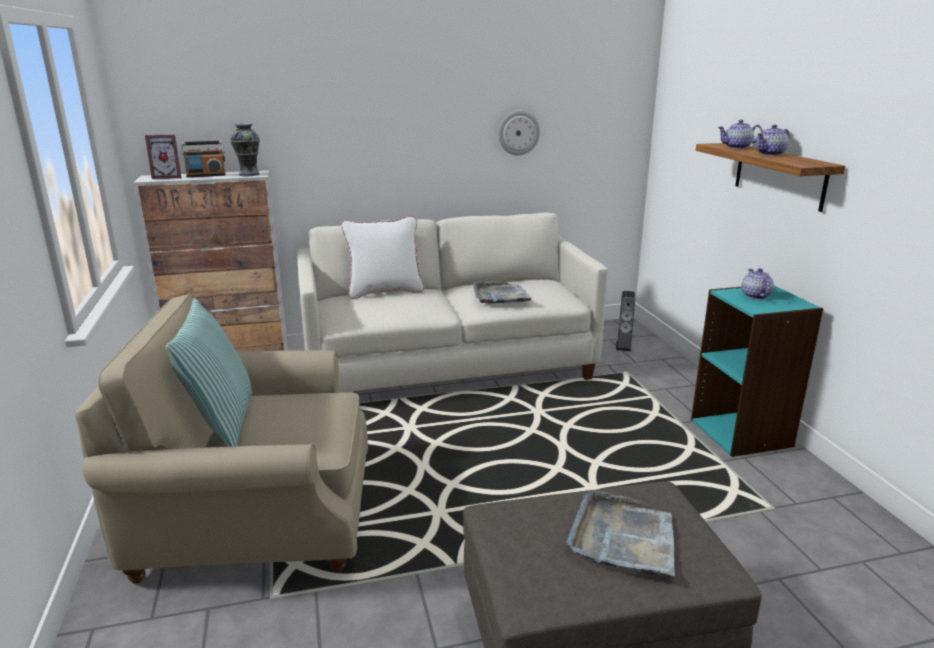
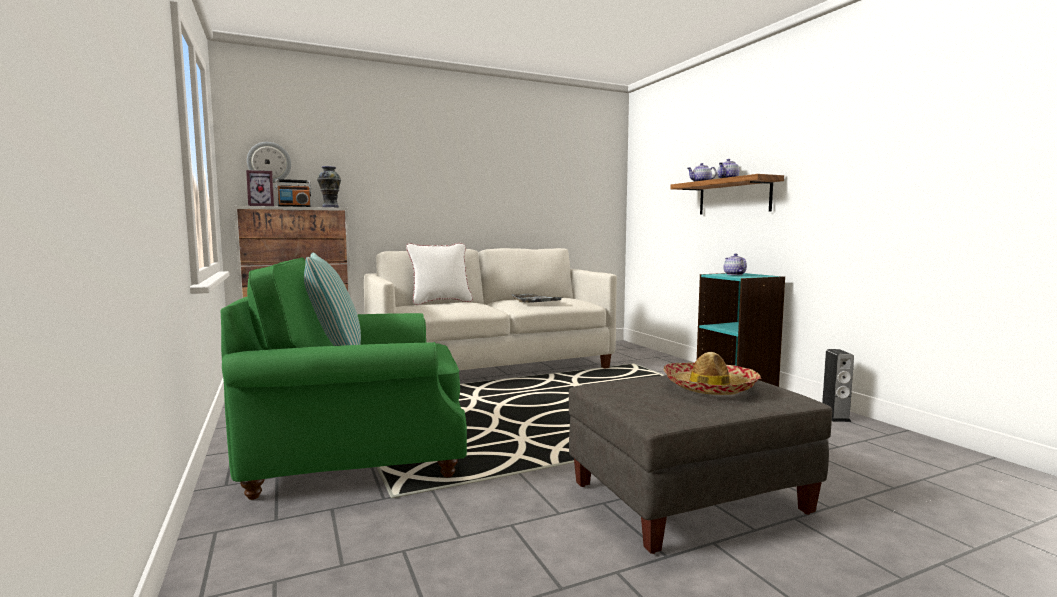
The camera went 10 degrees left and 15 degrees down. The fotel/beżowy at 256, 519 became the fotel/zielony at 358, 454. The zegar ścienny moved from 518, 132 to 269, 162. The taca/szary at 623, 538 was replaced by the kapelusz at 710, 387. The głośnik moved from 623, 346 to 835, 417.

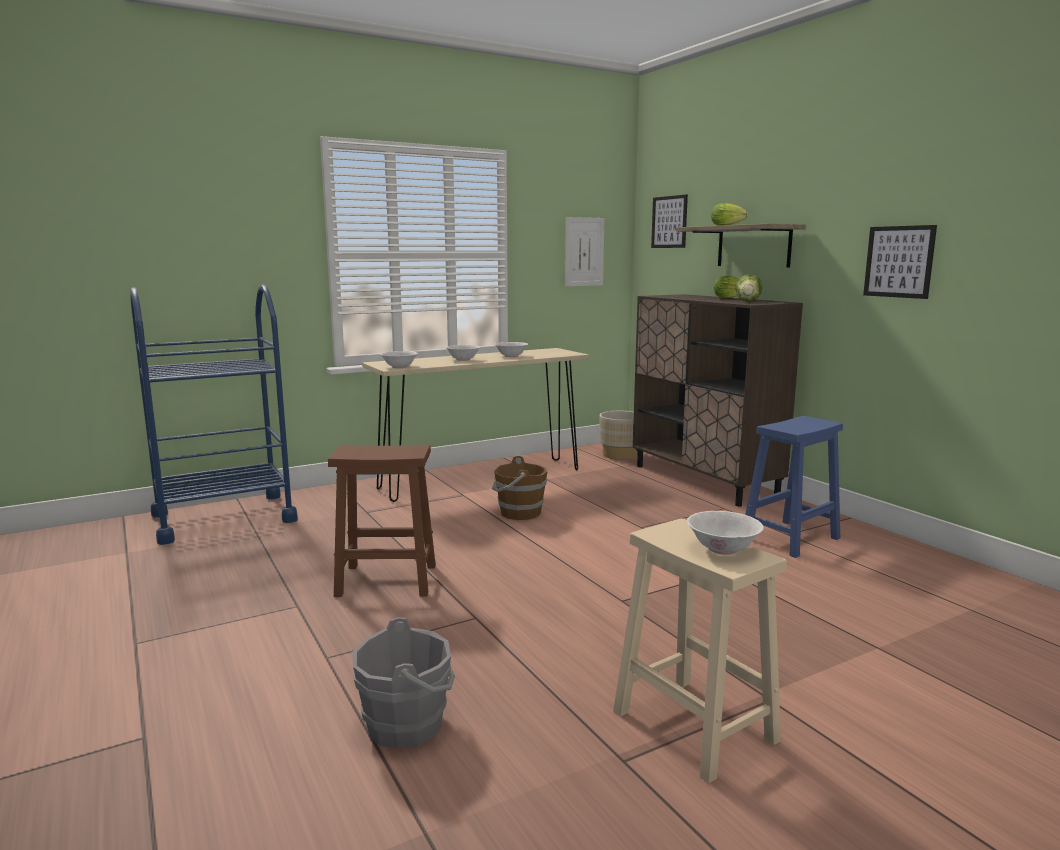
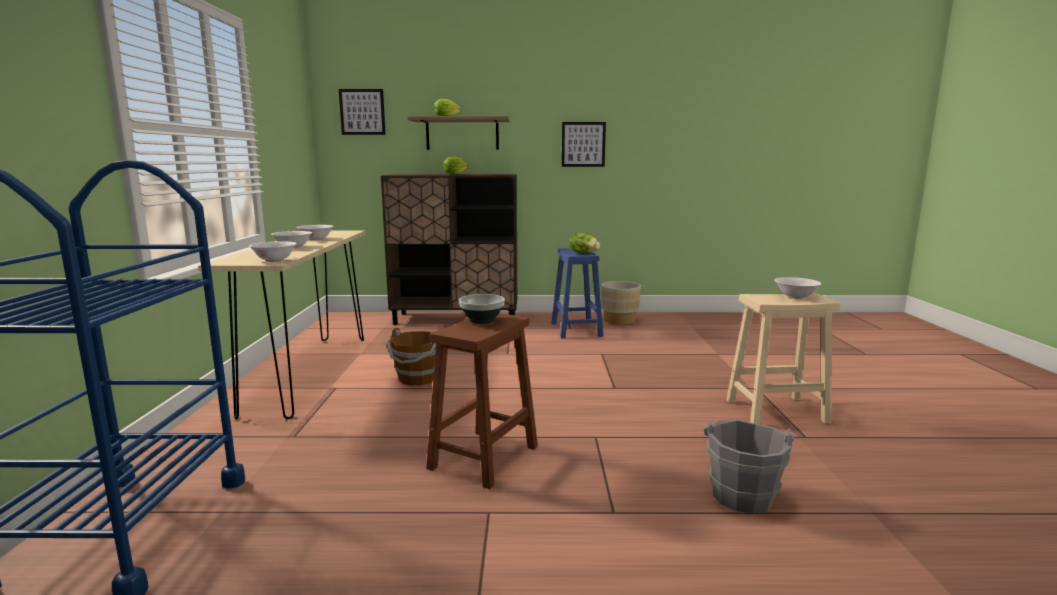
The camera went 60 degrees left and 0 degrees up. The miska at 481, 320 appeared. The sałata moved from 748, 301 to 584, 253. The donica/beżowy moved from 620, 455 to 619, 320. The obraz at 584, 252 disappeared.

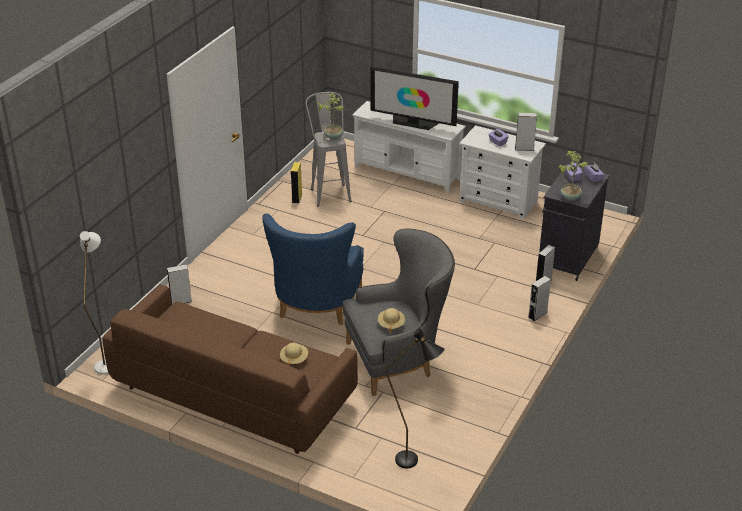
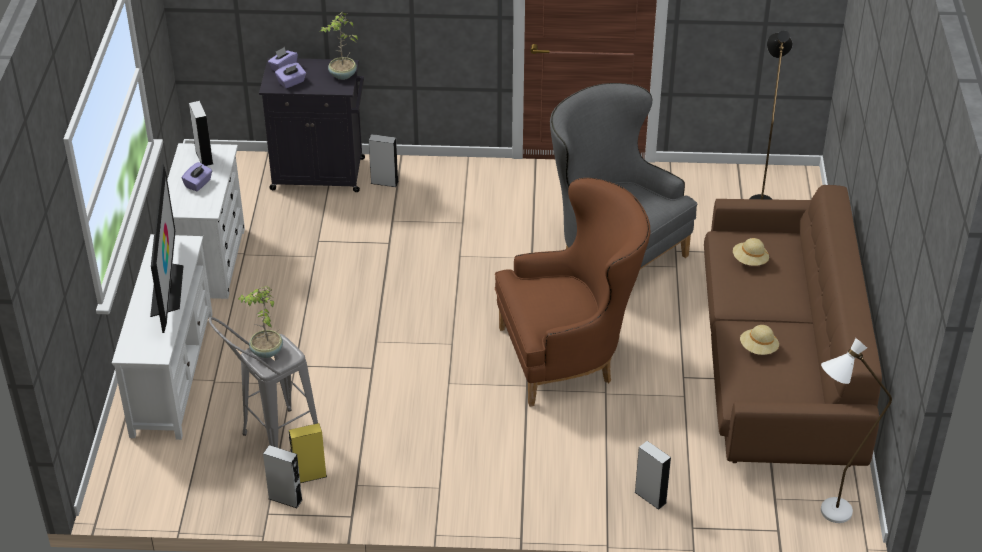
The camera went 115 degrees left and 5 degrees up. The głośnik/szary moved from 537, 314 to 285, 499. The fotel/niebieski at 315, 308 became the fotel/brązowy at 569, 356. The kapelusz/beżowy moved from 391, 324 to 758, 349.

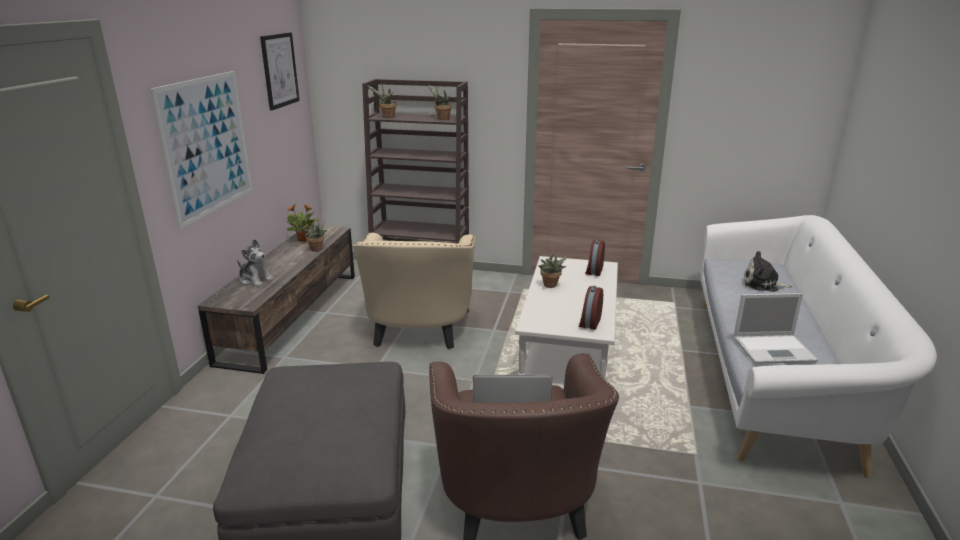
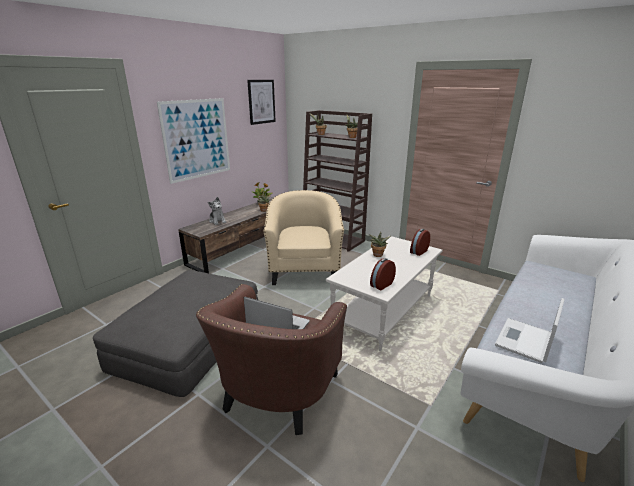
The camera went 25 degrees right and 0 degrees up. The fotel/beżowy at 417, 331 turned 150 degrees clockwise. The laptop at 775, 349 turned 105 degrees clockwise. The pluszak at 763, 284 disappeared.

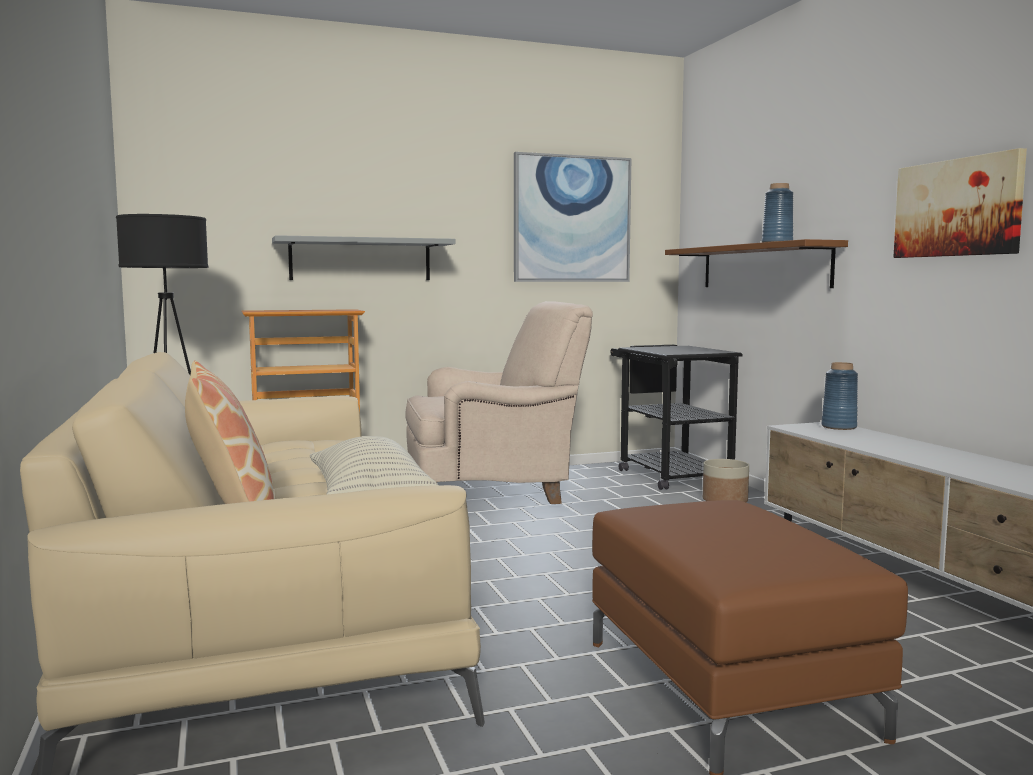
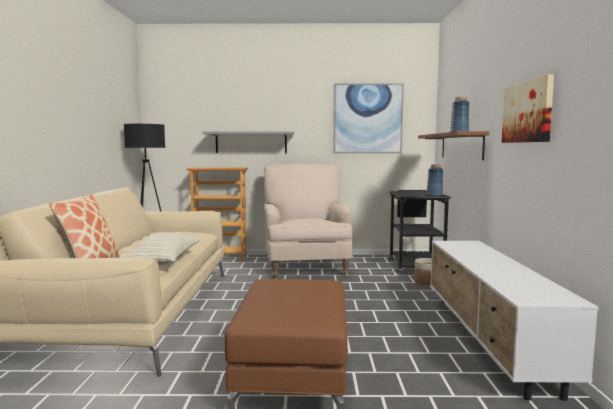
The camera went 20 degrees right and 0 degrees up. The fotel/beżowy at 493, 494 turned 105 degrees counterclockwise. The wazon/niebieski moved from 839, 427 to 434, 195.

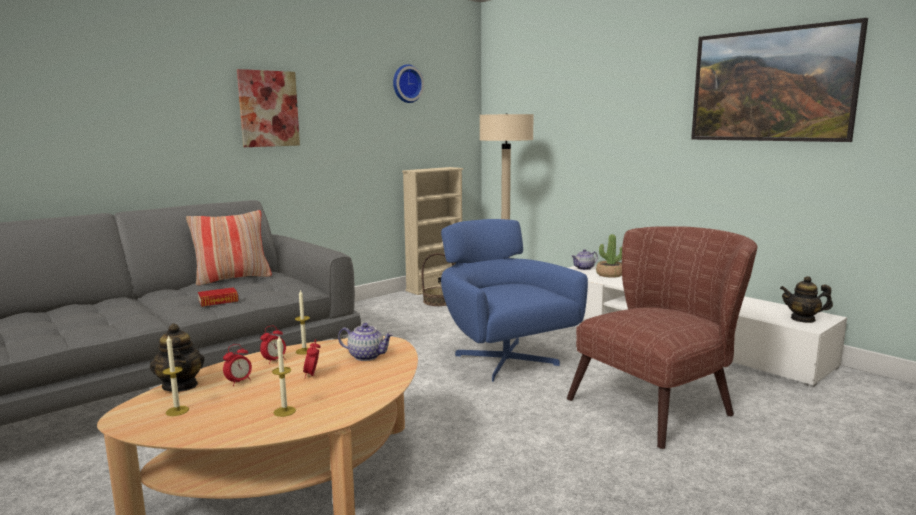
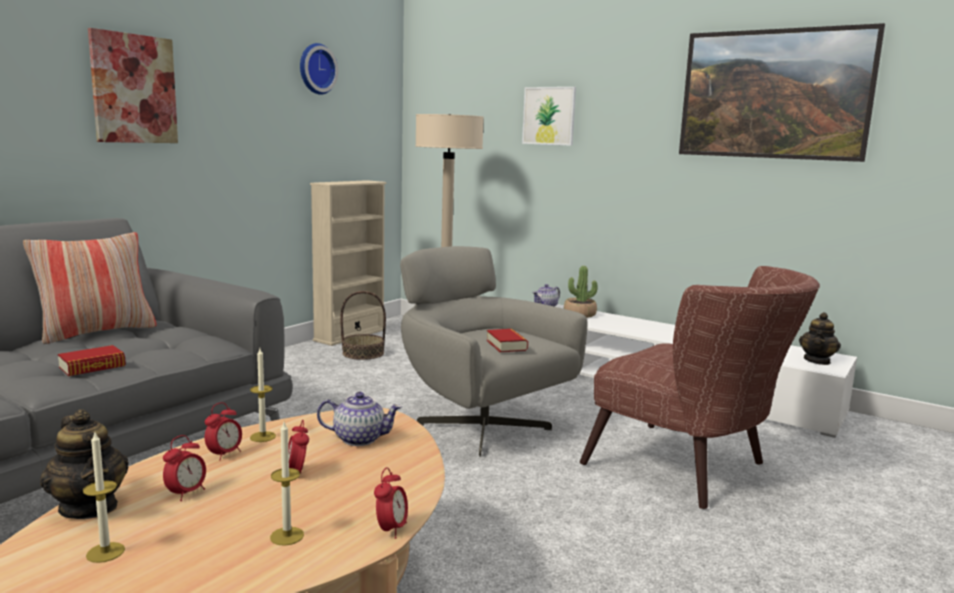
The camera went 15 degrees left and 0 degrees up. The budzik at 391, 529 appeared. The fotel/niebieski at 504, 359 became the fotel/szary at 480, 425. The książka at 506, 345 appeared. The obraz at 549, 116 appeared. The fotel/brązowy at 661, 404 turned 90 degrees clockwise. The imbryk at 803, 319 turned 60 degrees counterclockwise.

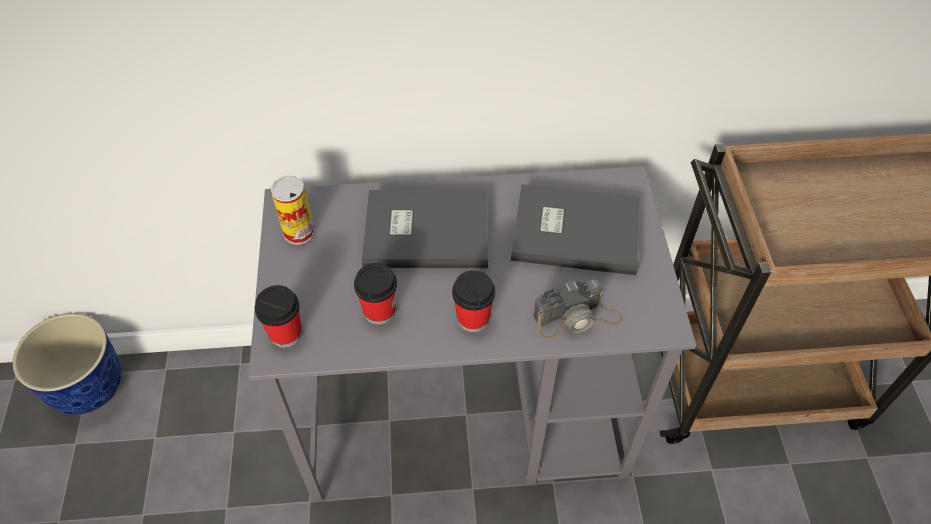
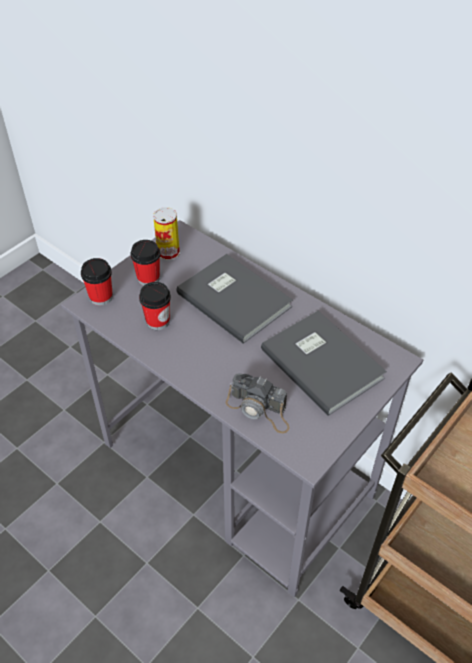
The camera went 45 degrees right and 5 degrees down. The filiżanka moved from 473, 318 to 148, 278. The donica at 89, 387 disappeared.

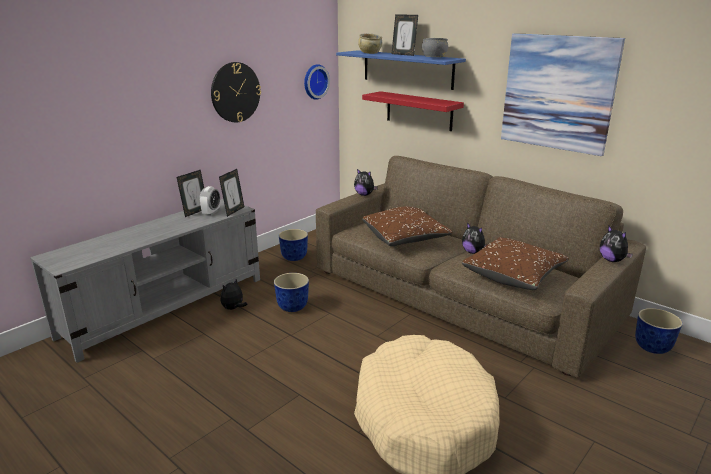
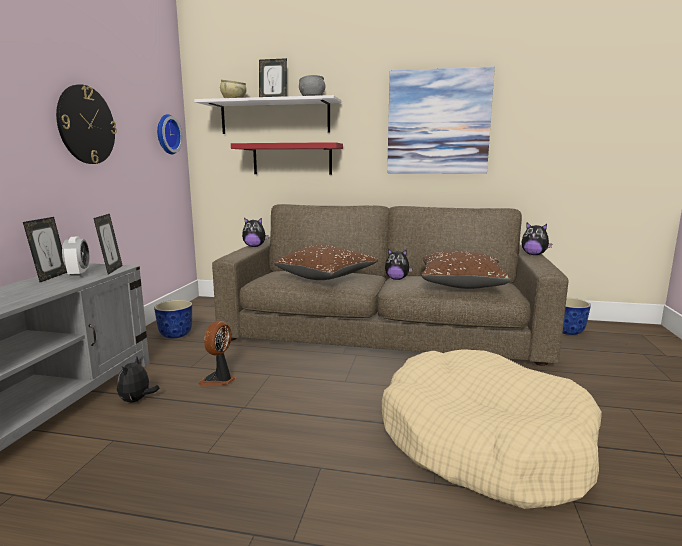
The camera went 30 degrees left and 10 degrees down. The półka/niebieski at 407, 69 became the półka/biały at 274, 117. The donica at 292, 307 was replaced by the wentylator at 219, 380.

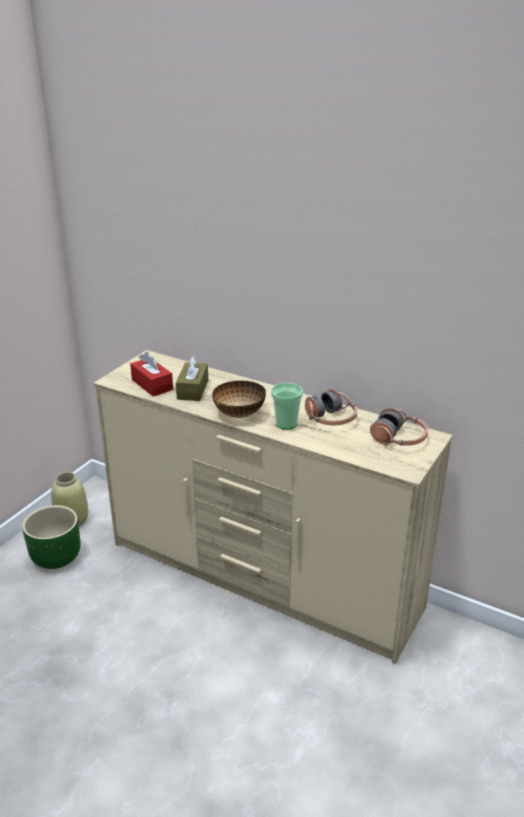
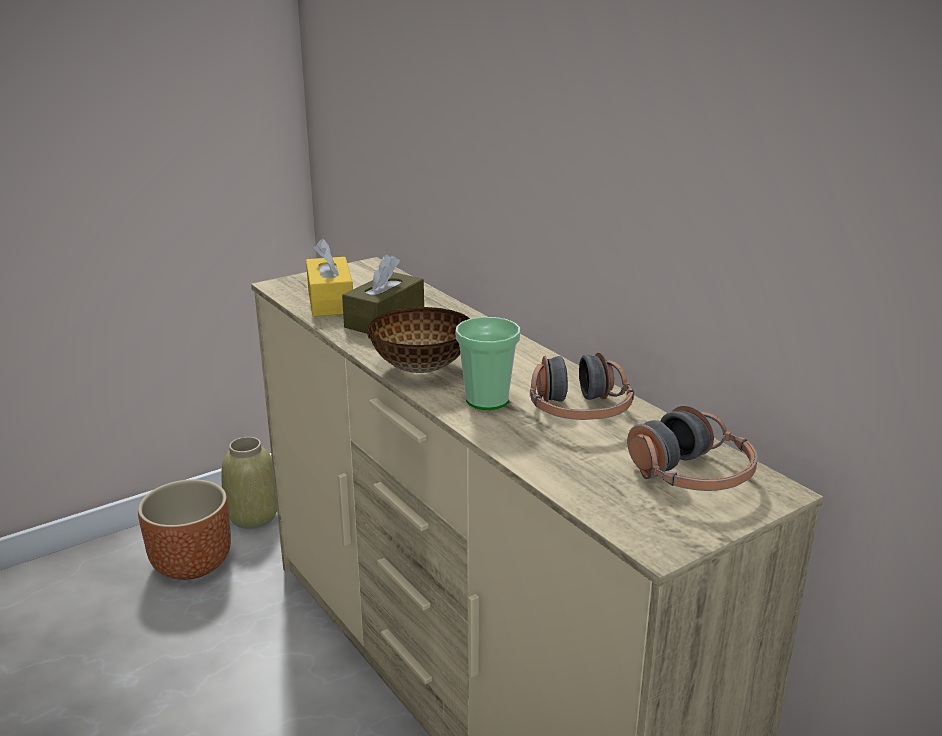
The camera went 25 degrees right and 5 degrees down. The donica/zielony at 57, 557 became the donica/brązowy at 193, 563. The pudełko chusteczek/czerwony at 152, 385 became the pudełko chusteczek/żółty at 330, 301.

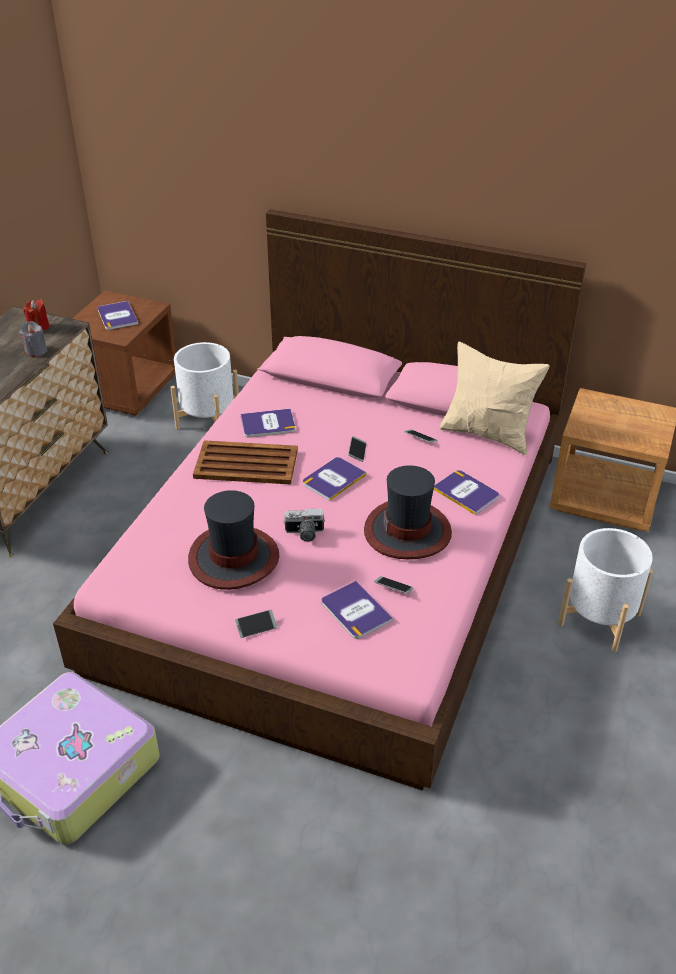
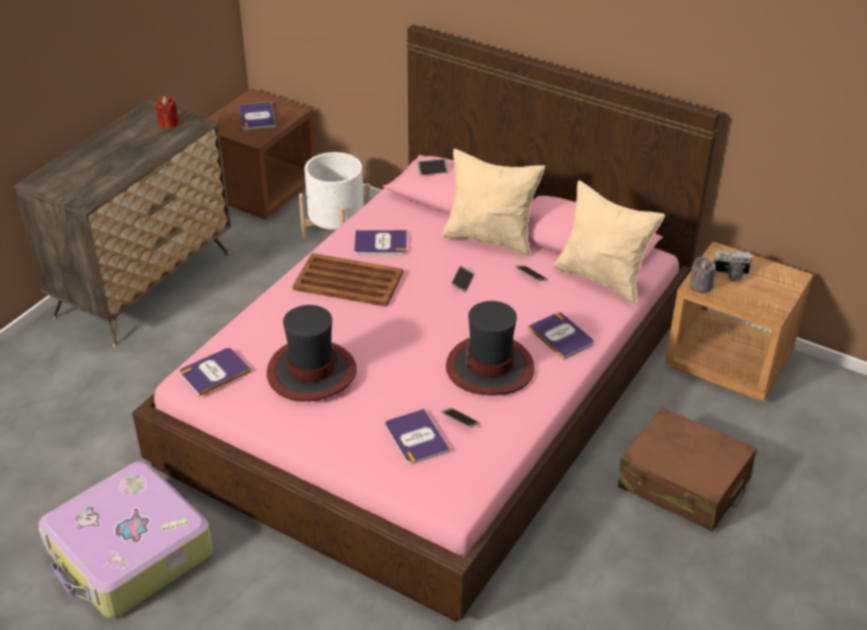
The camera went 10 degrees right and 0 degrees up. The książka moved from 333, 479 to 215, 372. The telefon moved from 256, 626 to 433, 170. The poduszka/beżowy at 490, 239 appeared. The donica/biały at 599, 619 was replaced by the walizka/brązowy at 684, 483. The świeca/szary moved from 36, 351 to 700, 286. The aparat fotograficzny moved from 304, 534 to 730, 274.

